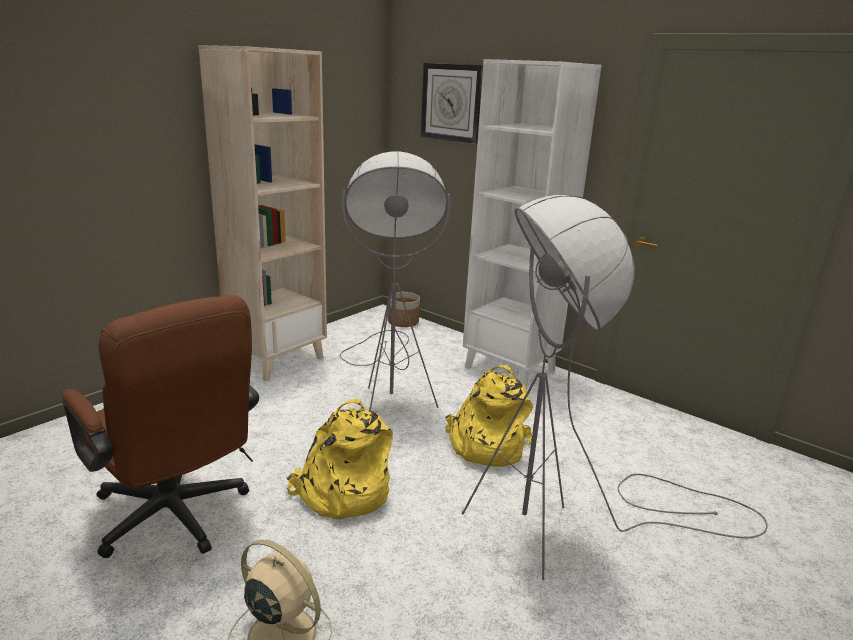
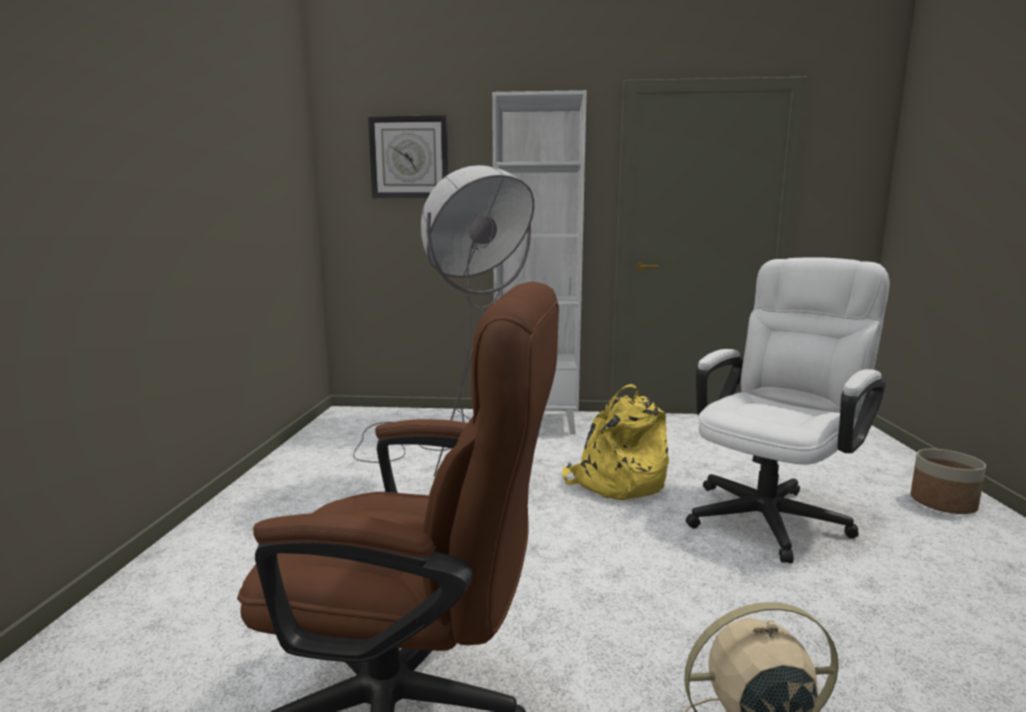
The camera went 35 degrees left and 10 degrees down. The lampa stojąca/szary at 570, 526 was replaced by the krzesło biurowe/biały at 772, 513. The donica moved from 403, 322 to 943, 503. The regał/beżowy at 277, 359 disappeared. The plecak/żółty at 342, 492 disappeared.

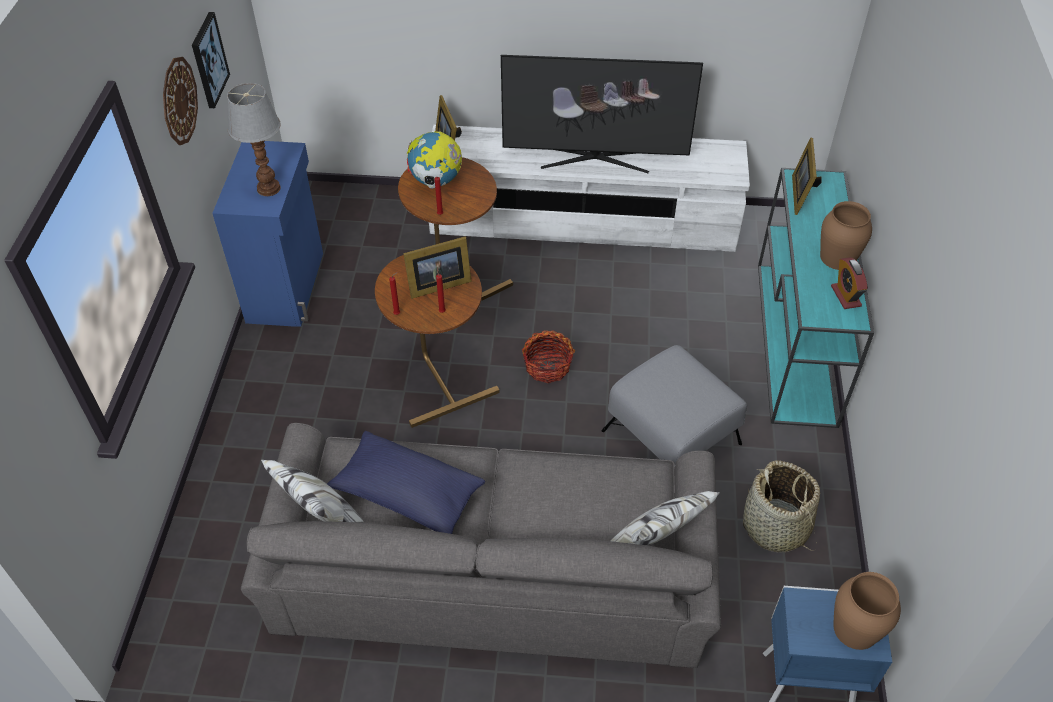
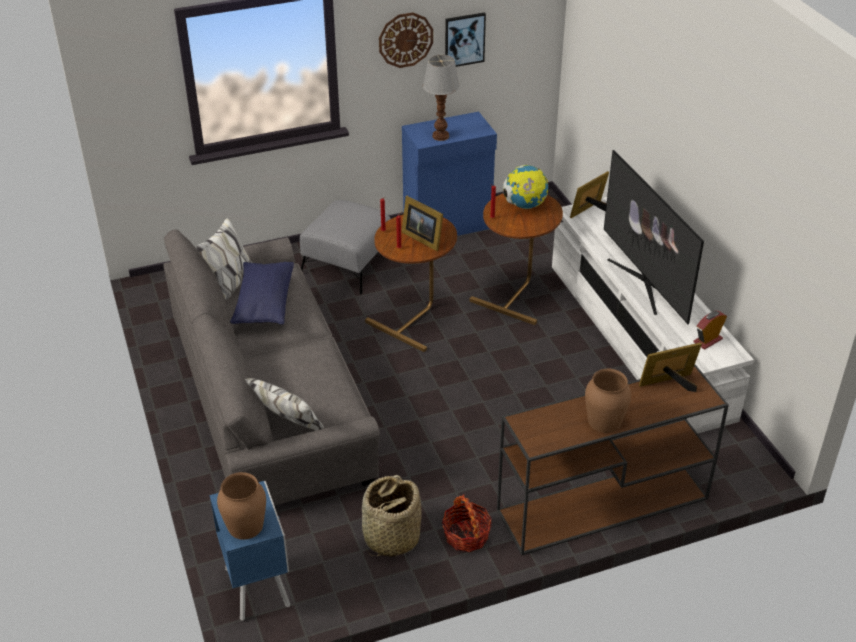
The camera went 65 degrees right and 10 degrees down. The pufa/szary moved from 671, 436 to 348, 264. The koszyk moved from 547, 366 to 466, 536. The stolik konsolowy/turkusowy at 796, 343 became the stolik konsolowy/brązowy at 601, 505. The budzik moved from 845, 296 to 708, 340.

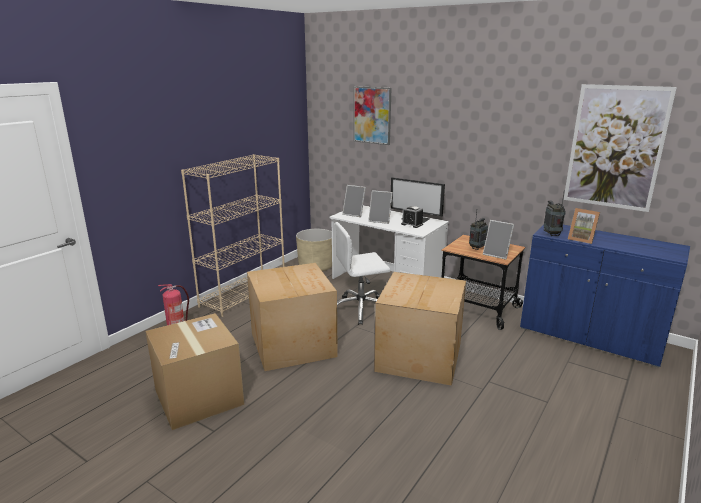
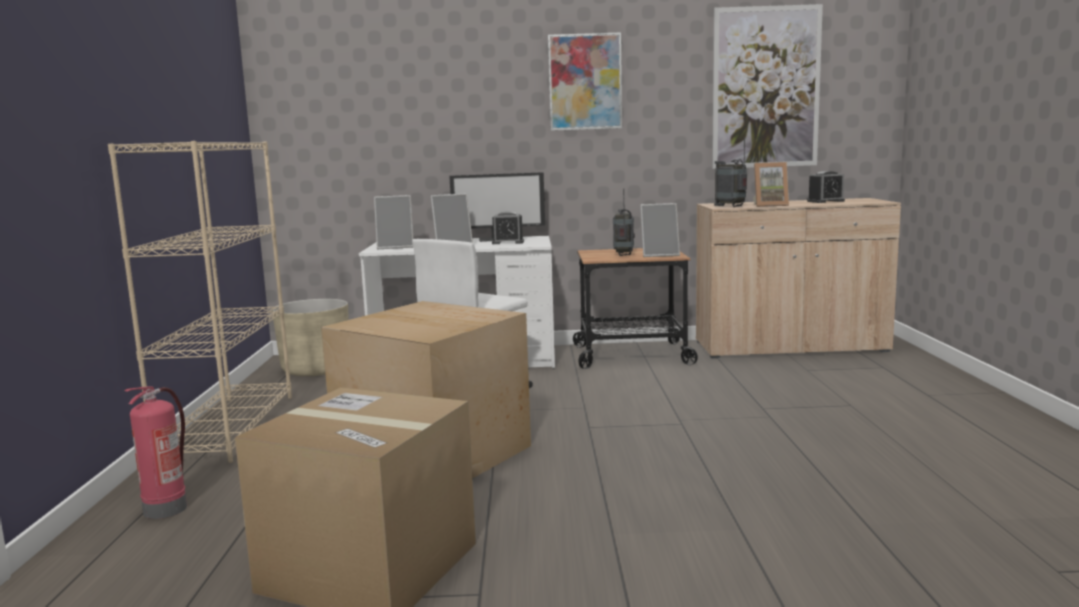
The camera went 35 degrees left and 10 degrees down. The obraz moved from 372, 115 to 585, 82. The szafka/niebieski at 590, 336 became the szafka/beżowy at 790, 347. The budzik at 825, 201 appeared. The karton at 417, 357 disappeared.

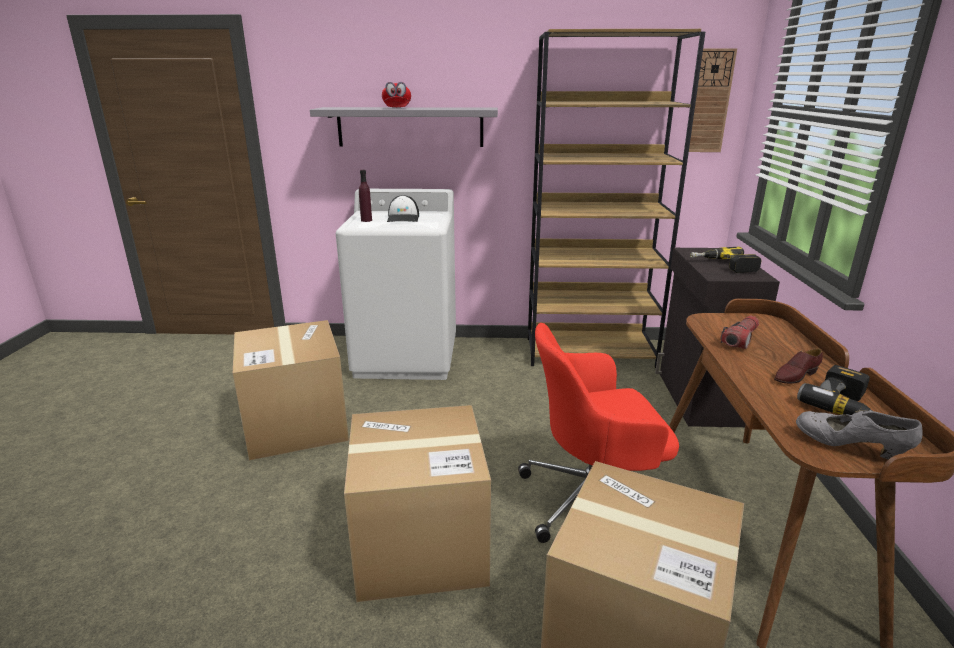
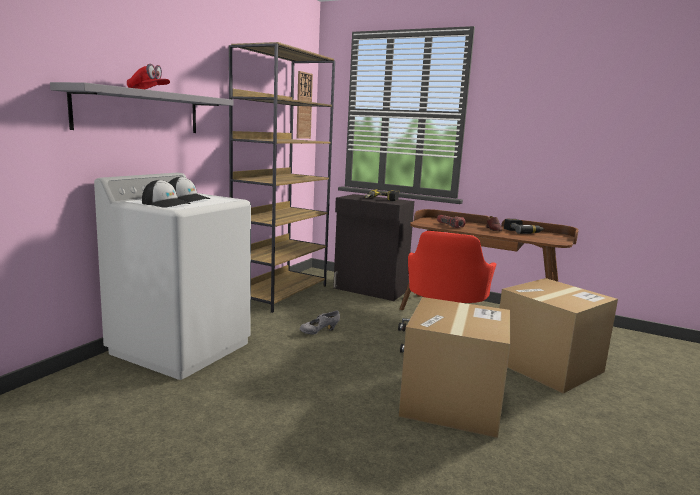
The camera went 65 degrees left and 10 degrees down. The butelka/fioletowy at 366, 220 was replaced by the czapka z daszkiem at 166, 204. The but/szary moved from 849, 447 to 319, 332. The karton at 296, 425 disappeared.

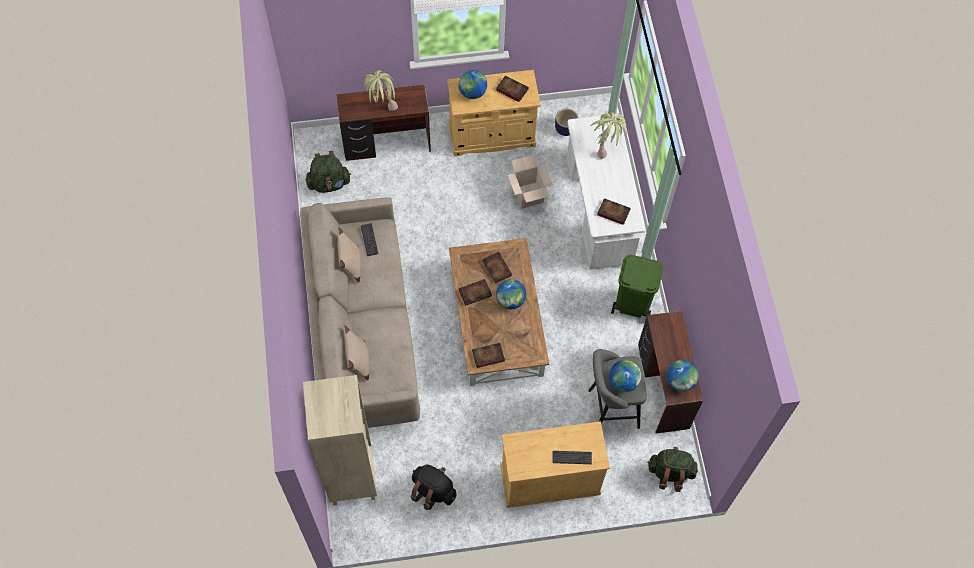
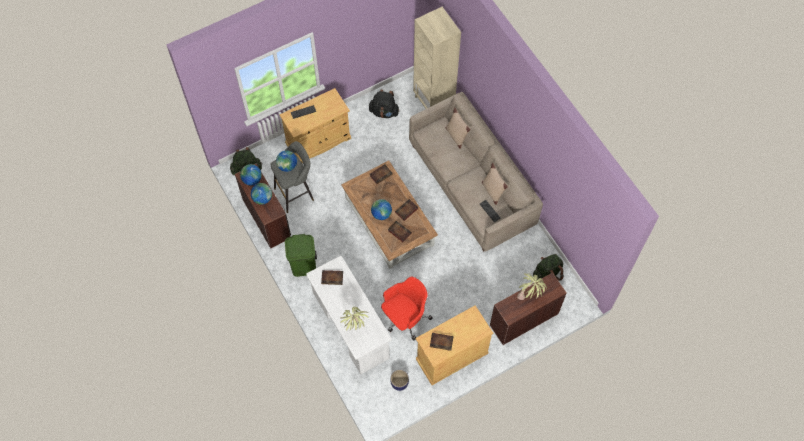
The camera went 160 degrees right and 0 degrees up. The globus moved from 472, 93 to 262, 198. The karton at 528, 195 was replaced by the krzesło biurowe/czerwony at 405, 318.

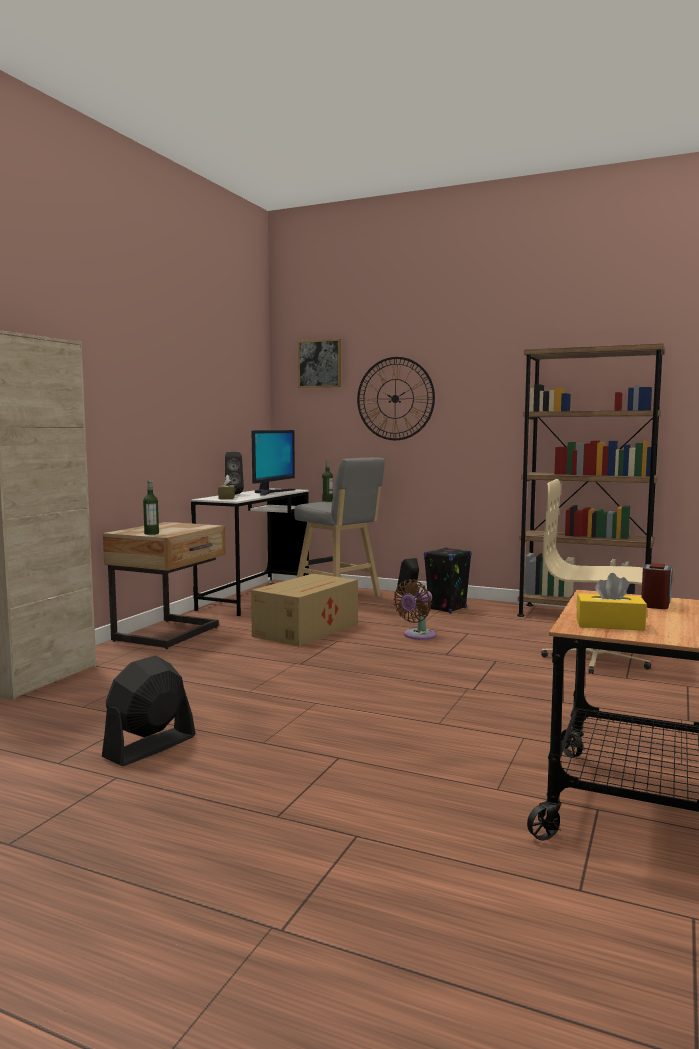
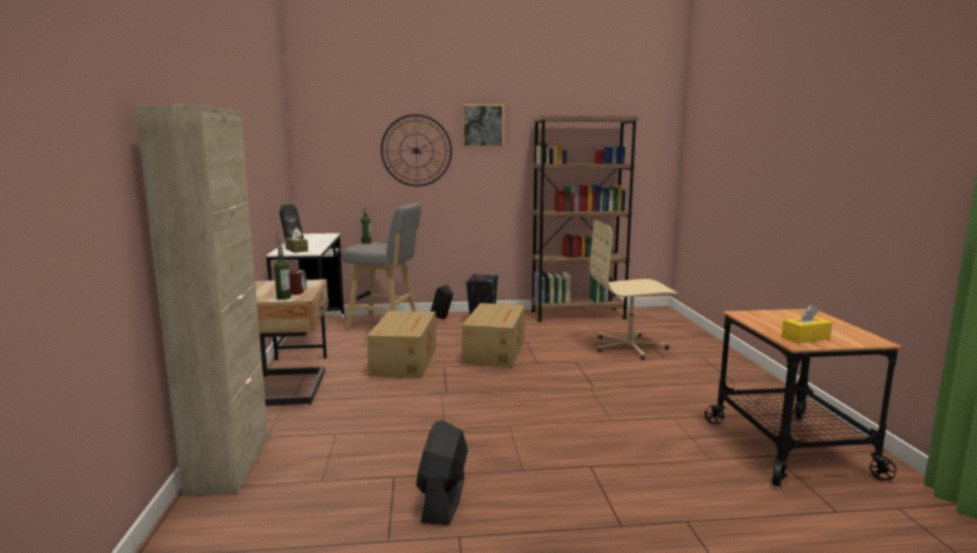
The camera went 30 degrees left and 5 degrees up. The budzik moved from 656, 603 to 297, 291. The obraz moved from 320, 364 to 483, 125. The wentylator/brązowy at 417, 636 was replaced by the karton at 496, 351. The monitor at 271, 492 disappeared.

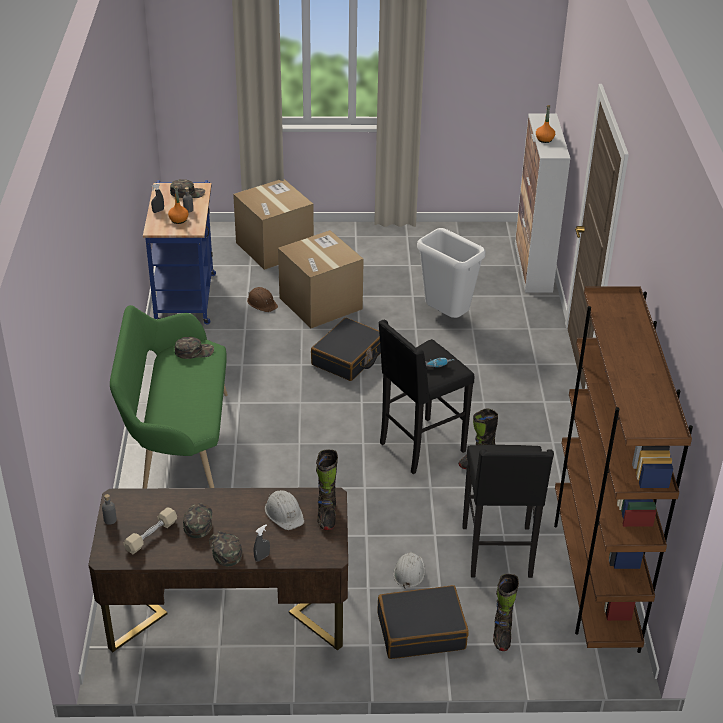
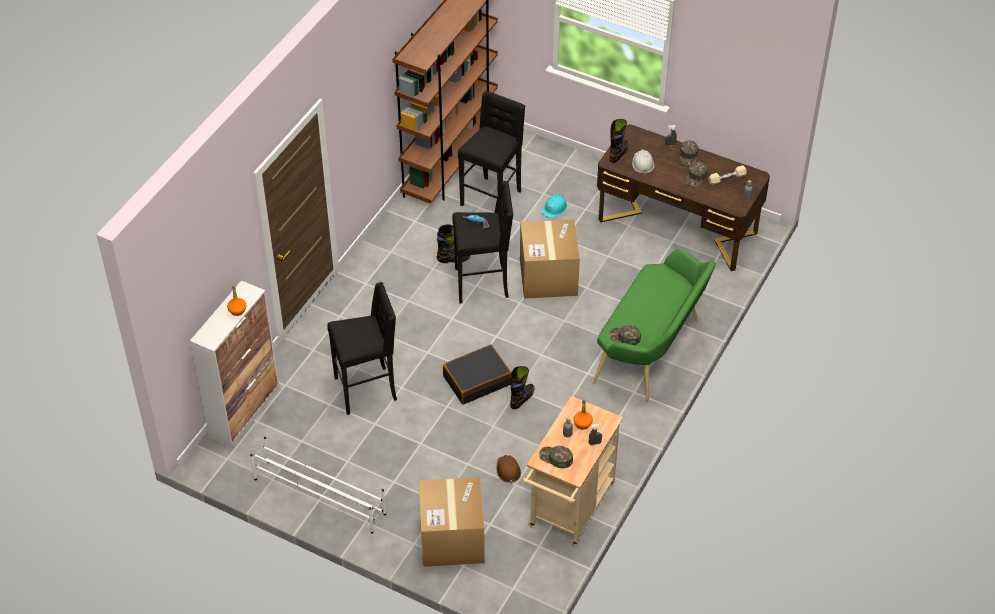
The camera went 150 degrees left and 10 degrees up. The regał na buty/biały at 319, 496 appeared. The kosz na śmieci/biały at 445, 317 was replaced by the stołek/czarny at 367, 389. The but z cholewką/czarny moved from 502, 633 to 522, 399. The karton moved from 320, 303 to 548, 277. The wózek/niebieski at 185, 295 became the wózek/beżowy at 569, 510. The kask/biały at 409, 572 became the kask/turkusowy at 554, 208. The walizka/czarny at 421, 630 disappeared.

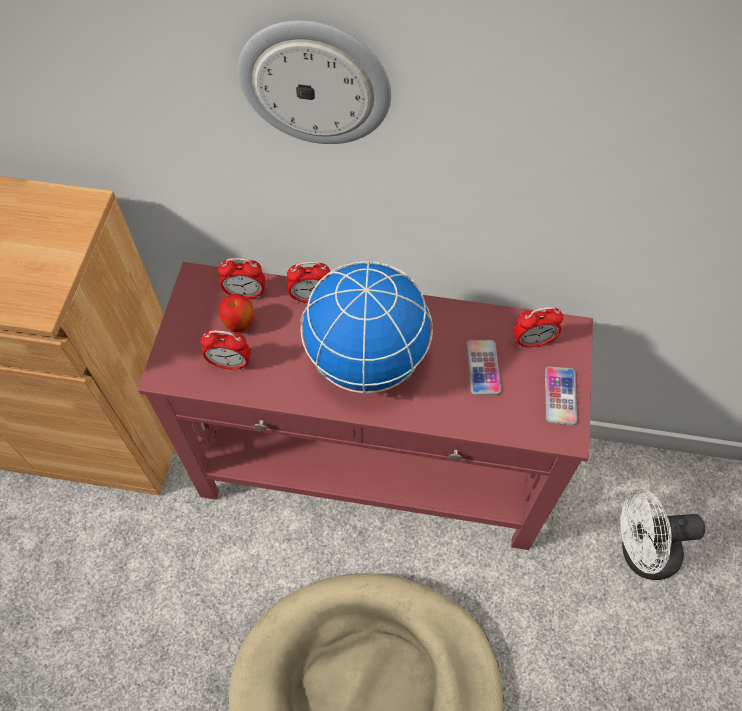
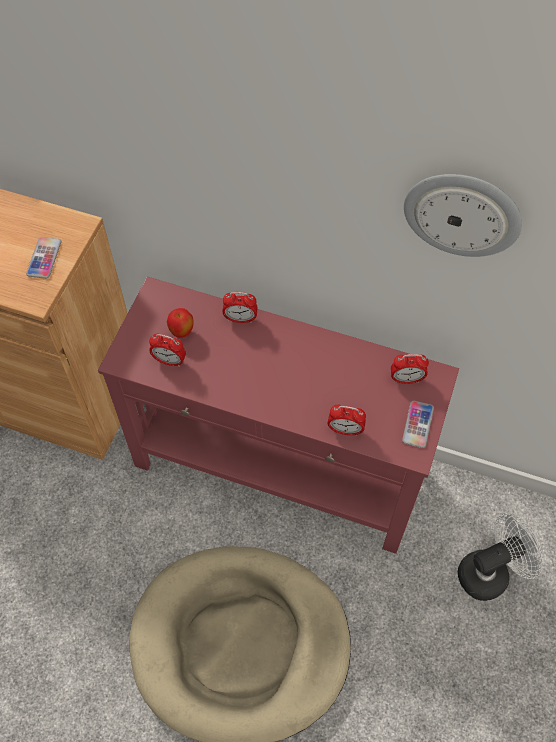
The camera went 10 degrees right and 0 degrees up. The telefon moved from 483, 368 to 44, 258. The budzik moved from 245, 294 to 345, 430. The zegar ścienny moved from 315, 83 to 462, 213. The wentylator/biały at 640, 553 turned 150 degrees clockwise. The globus at 366, 359 disappeared.

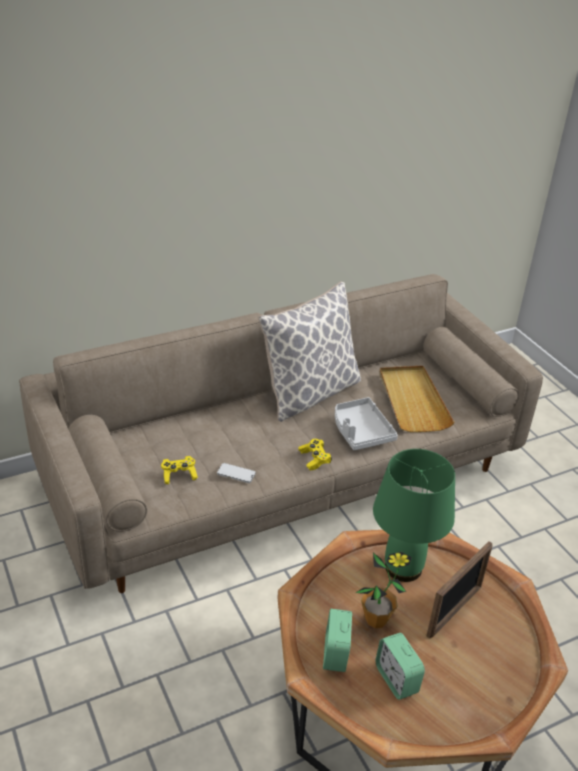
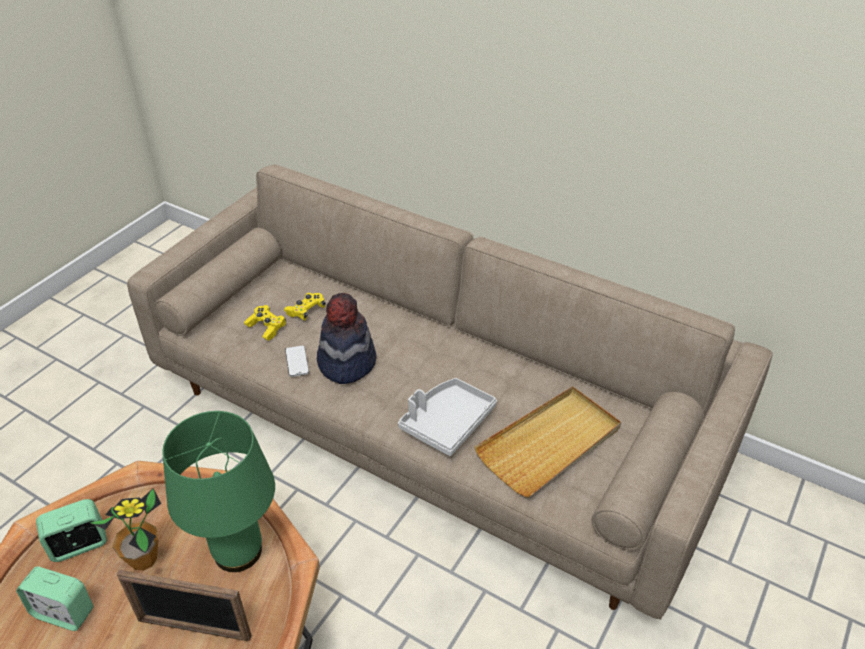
The camera went 60 degrees right and 5 degrees up. The budzik at 396, 679 turned 105 degrees counterclockwise. The pad do gier/żółty moved from 314, 459 to 306, 311. The kapelusz at 346, 362 appeared. The poduszka at 309, 393 disappeared.

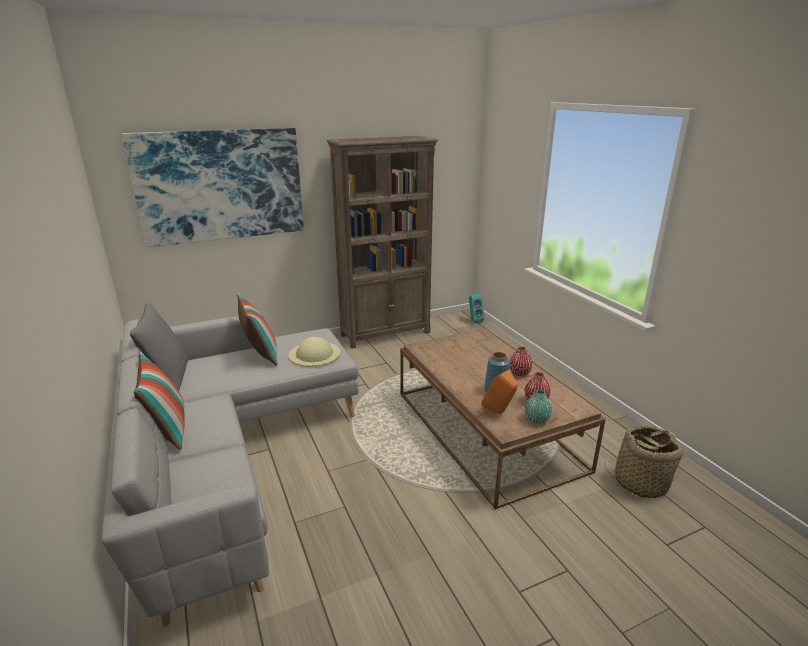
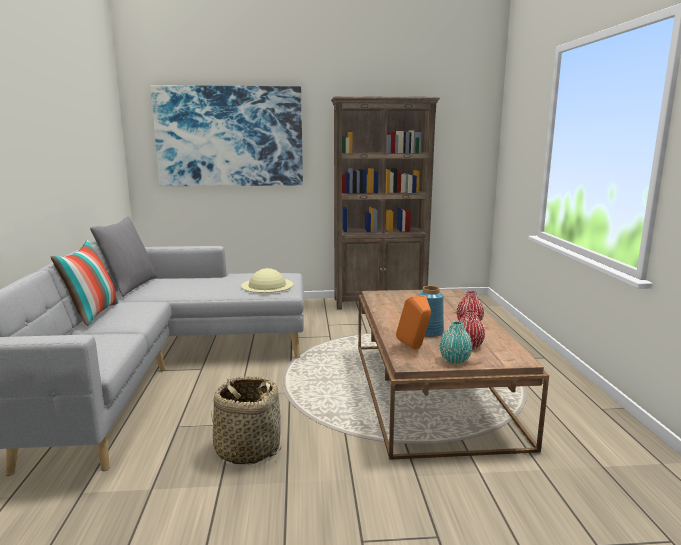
The camera went 20 degrees right and 10 degrees down. The koszyk moved from 640, 482 to 247, 449. The poduszka at 260, 355 disappeared. The głośnik/turkusowy at 474, 320 disappeared.

